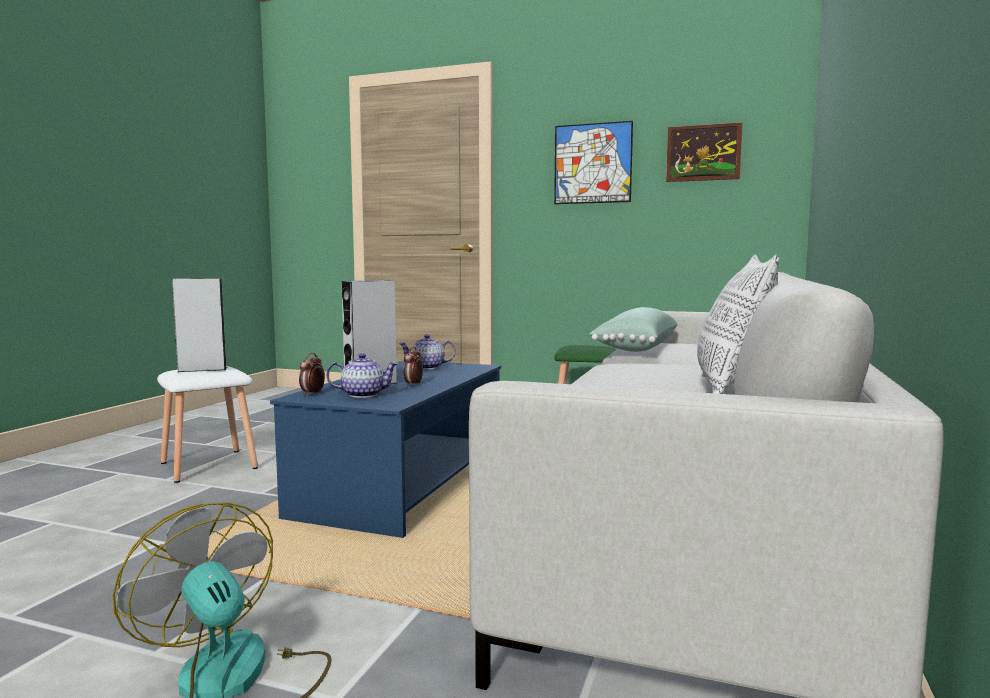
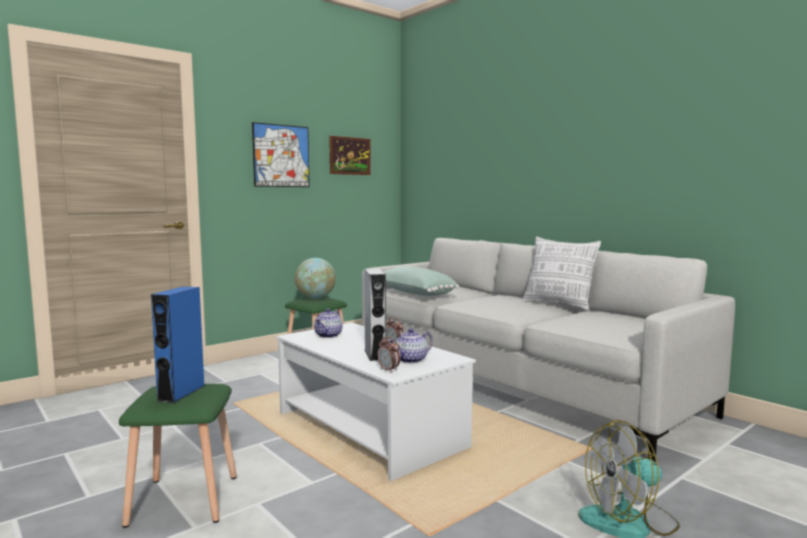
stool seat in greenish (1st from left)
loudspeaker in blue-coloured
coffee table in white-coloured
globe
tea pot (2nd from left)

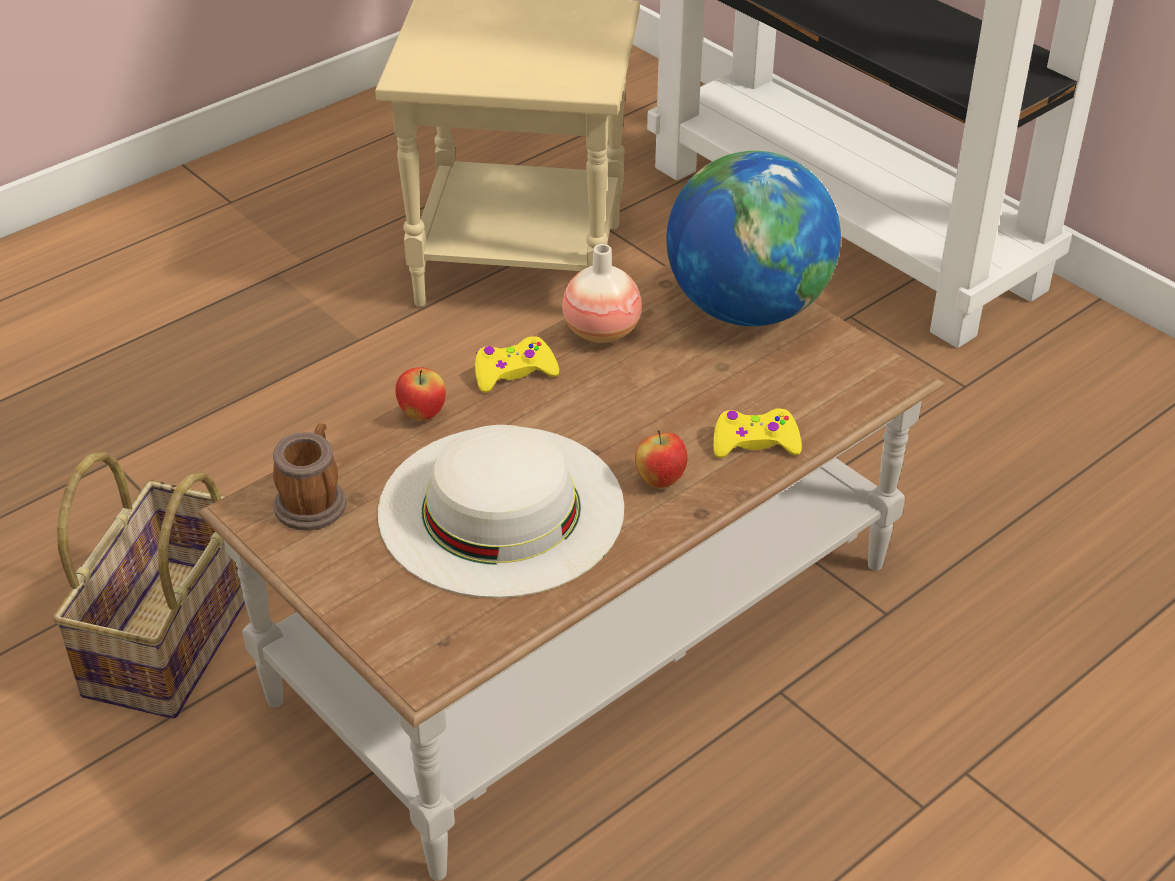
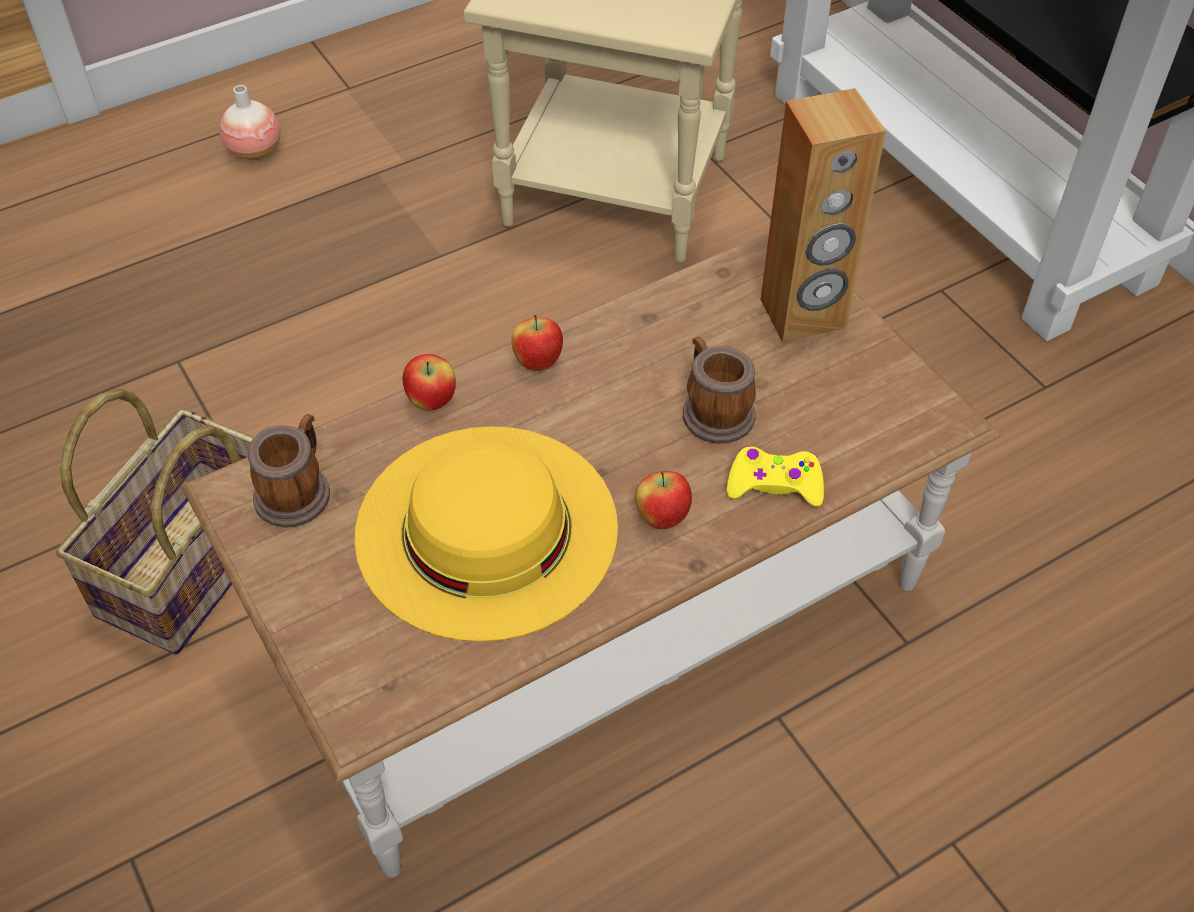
vase
hat in yellow-coloured
apple fruit (2nd from left)
tea mug (2nd from left)
loudspeaker in brown-coloured

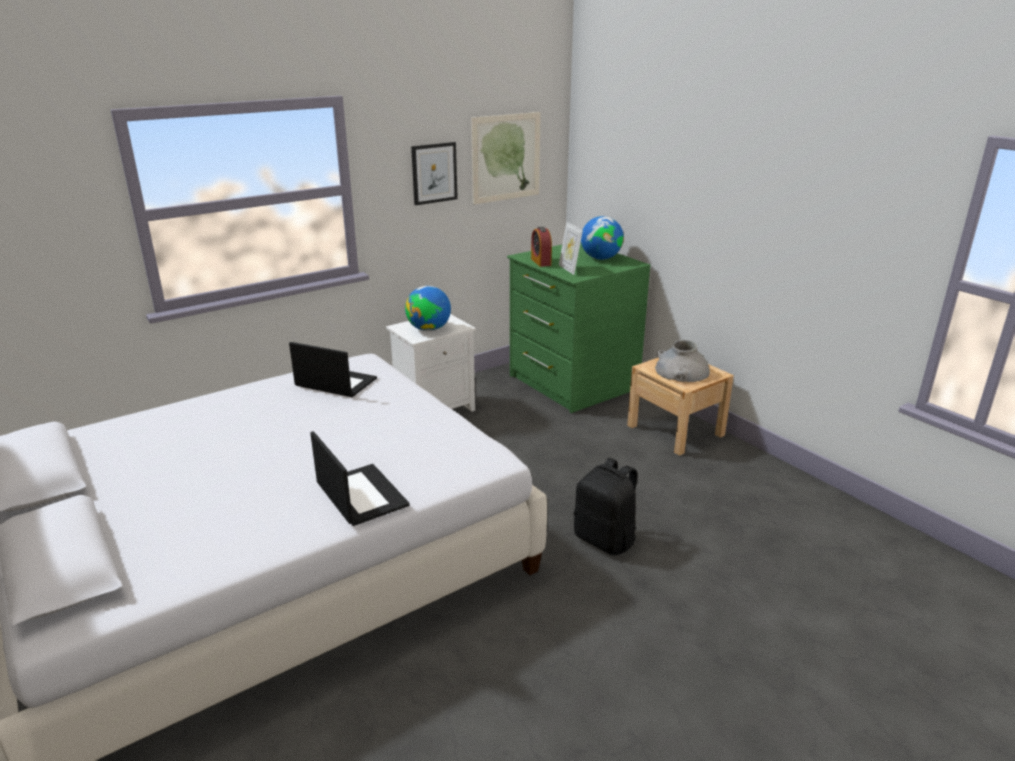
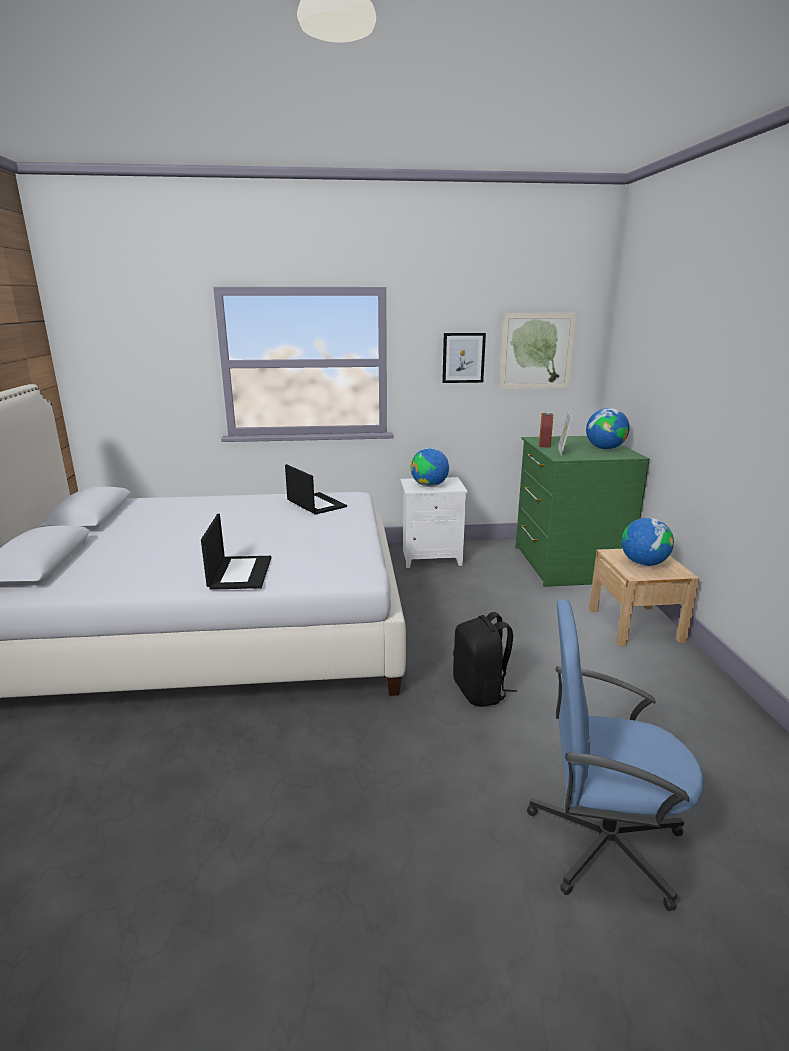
desk chair in blue-coloured
globe (3rd from left)

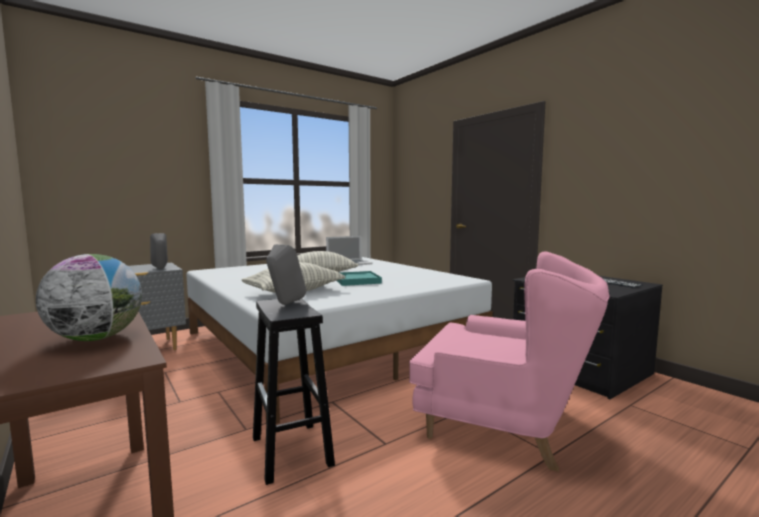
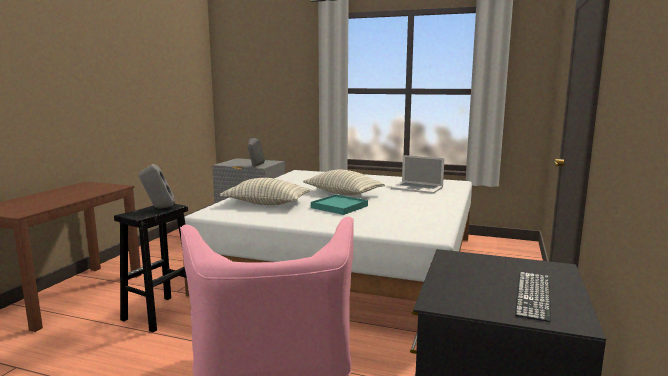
globe

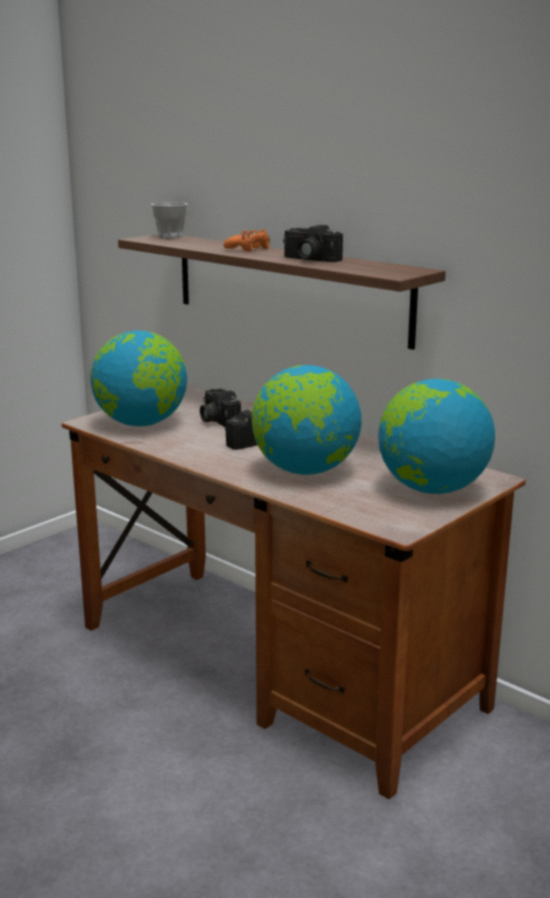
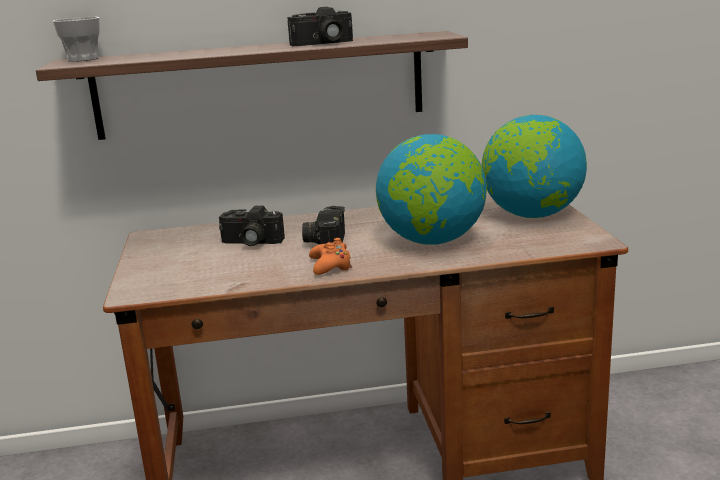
joypad in orangey
globe (1st from left in the first image)

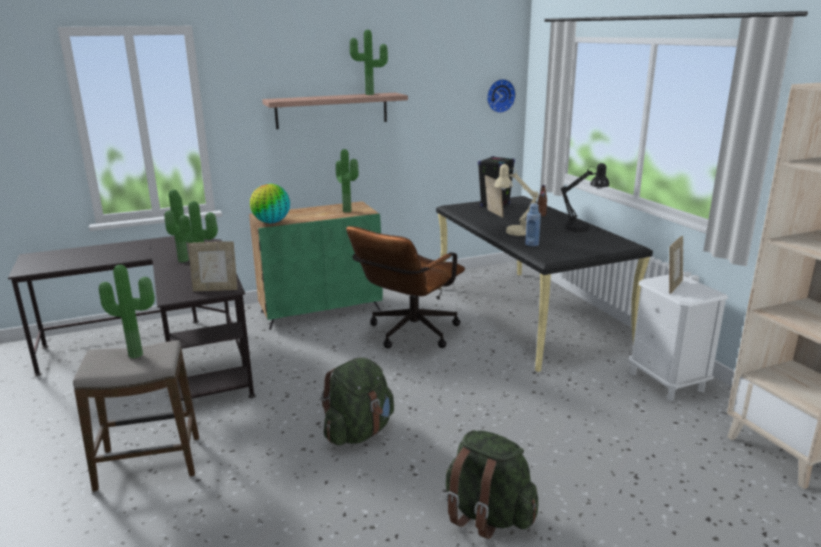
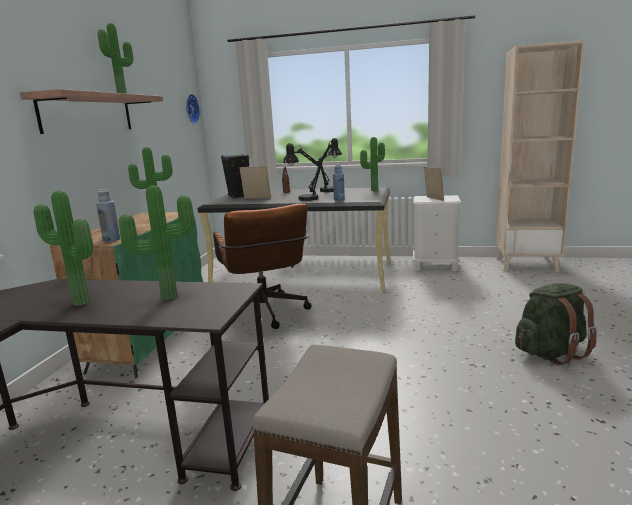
drink bottle in blue-coloured (1st from left)
lamp for a table in black (1st from left)
houseplant (5th from left)
photo frame (1st from left in the first image)
backpack in greenish (1st from left in the first image)

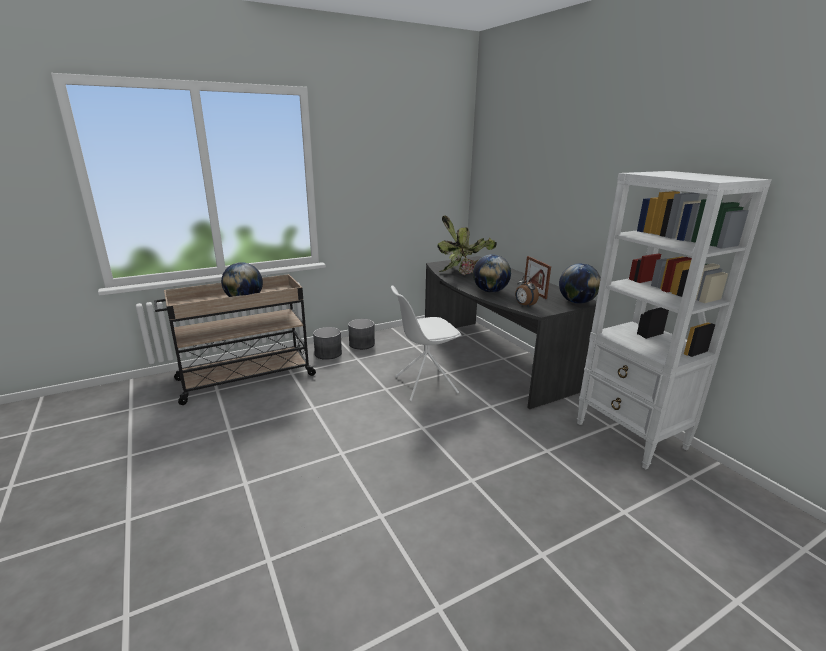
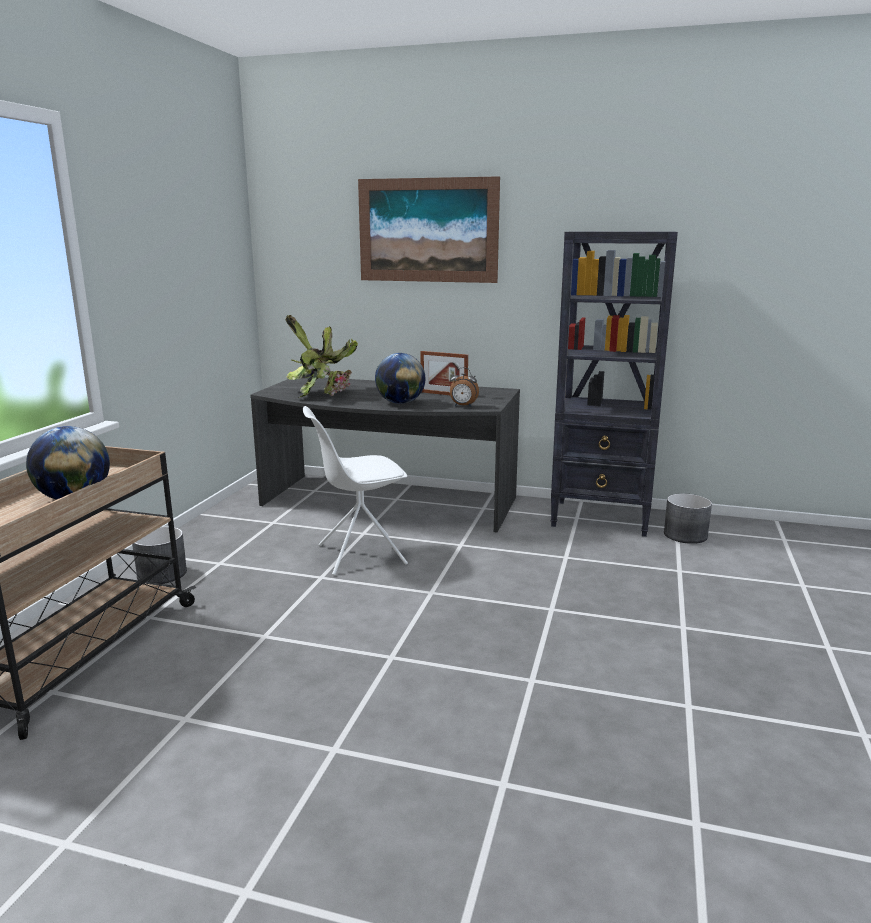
upright chair in white-coloured
wall art
bookshelf in black
plant pot in greyish (2nd from left)
globe (3rd from left in the first image)

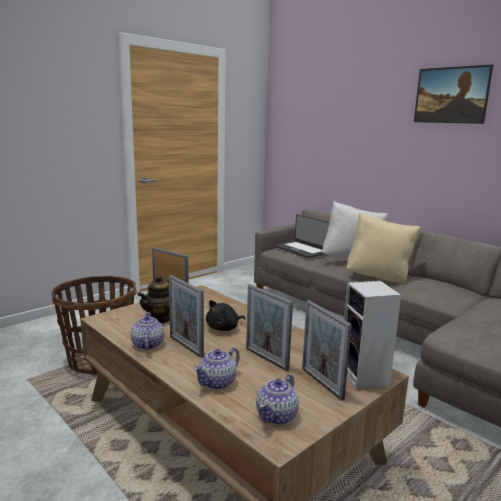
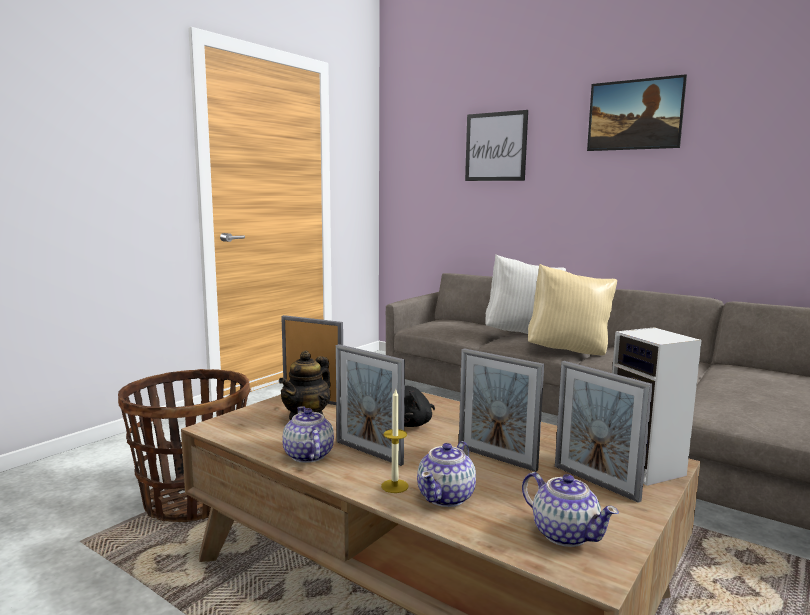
candle
wall art (1st from left)
tea pot (4th from left)
notebook computer

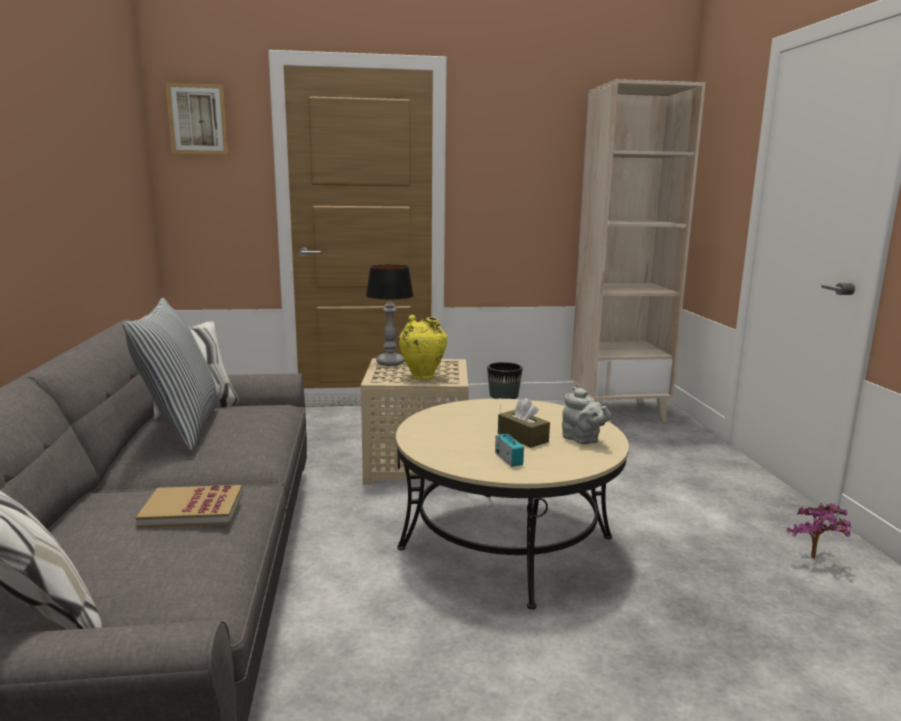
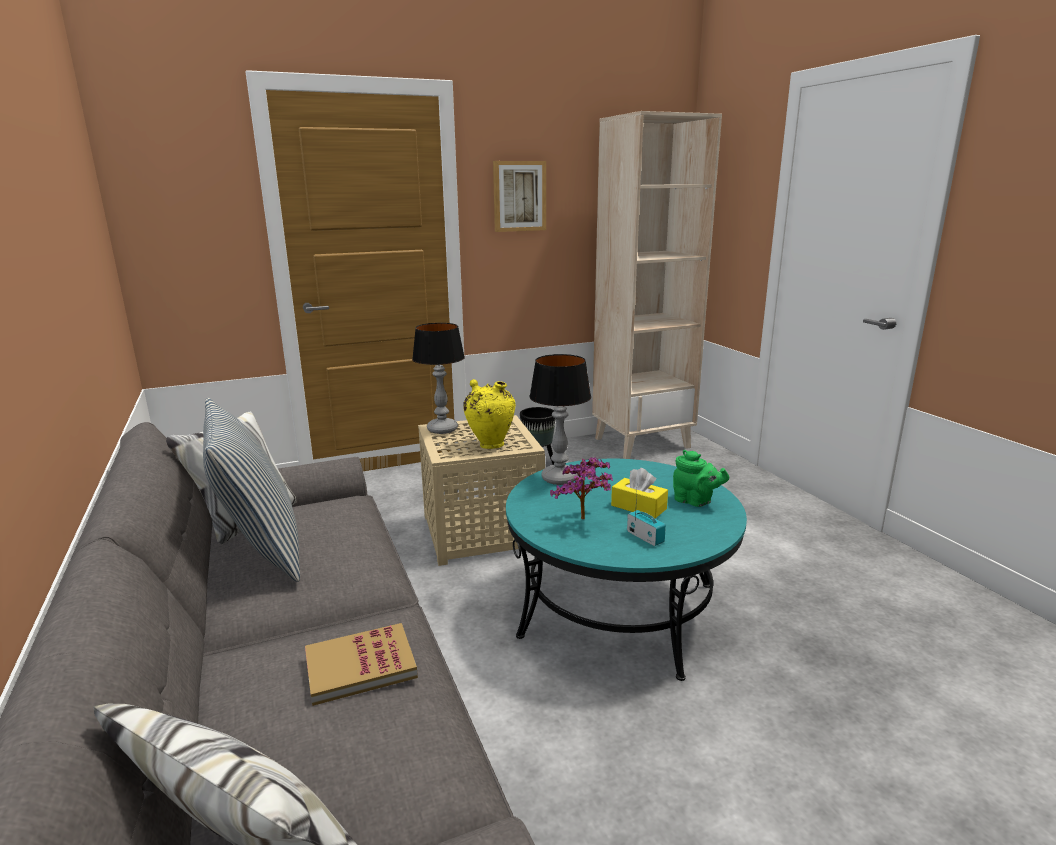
wall art
coffee table in turquoise
lamp for a table (2nd from left)
houseplant
box of tissues in yellow-coloured
tea pot in greenish

